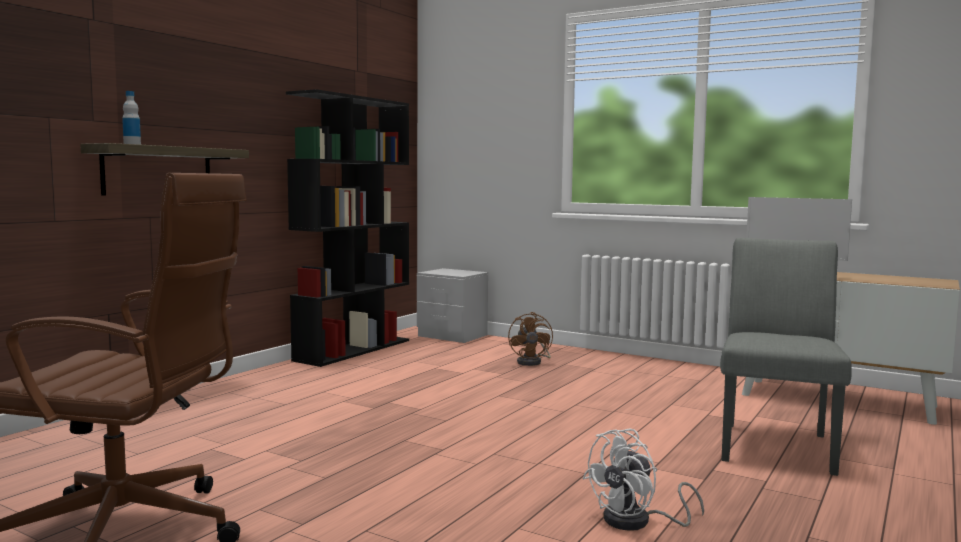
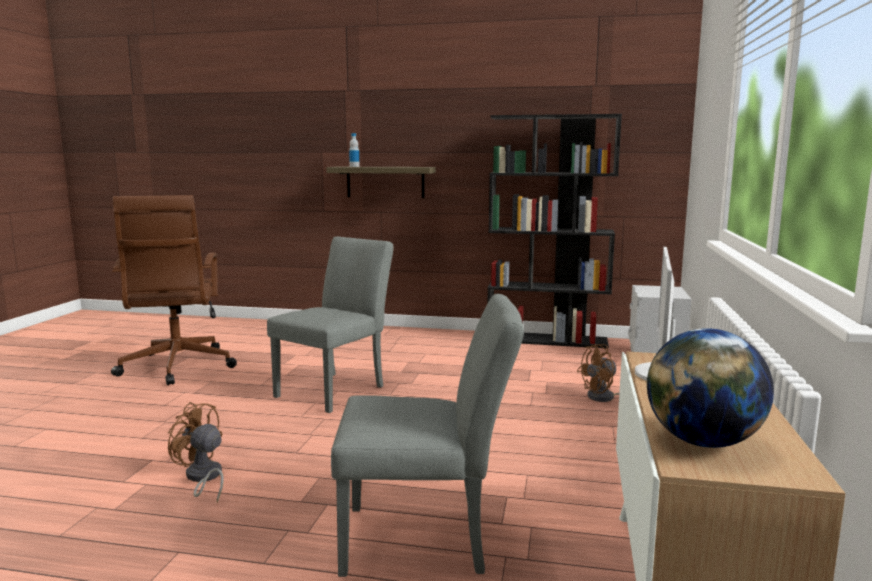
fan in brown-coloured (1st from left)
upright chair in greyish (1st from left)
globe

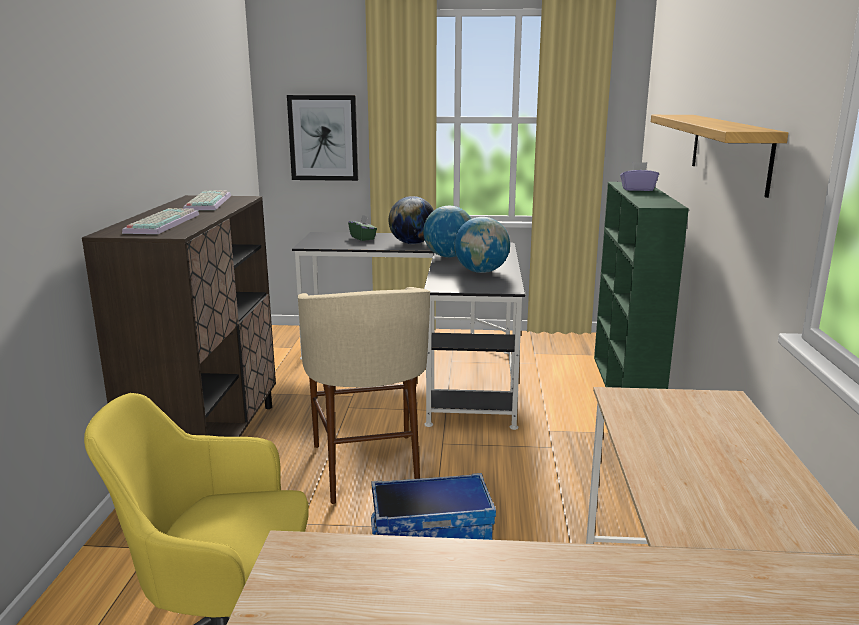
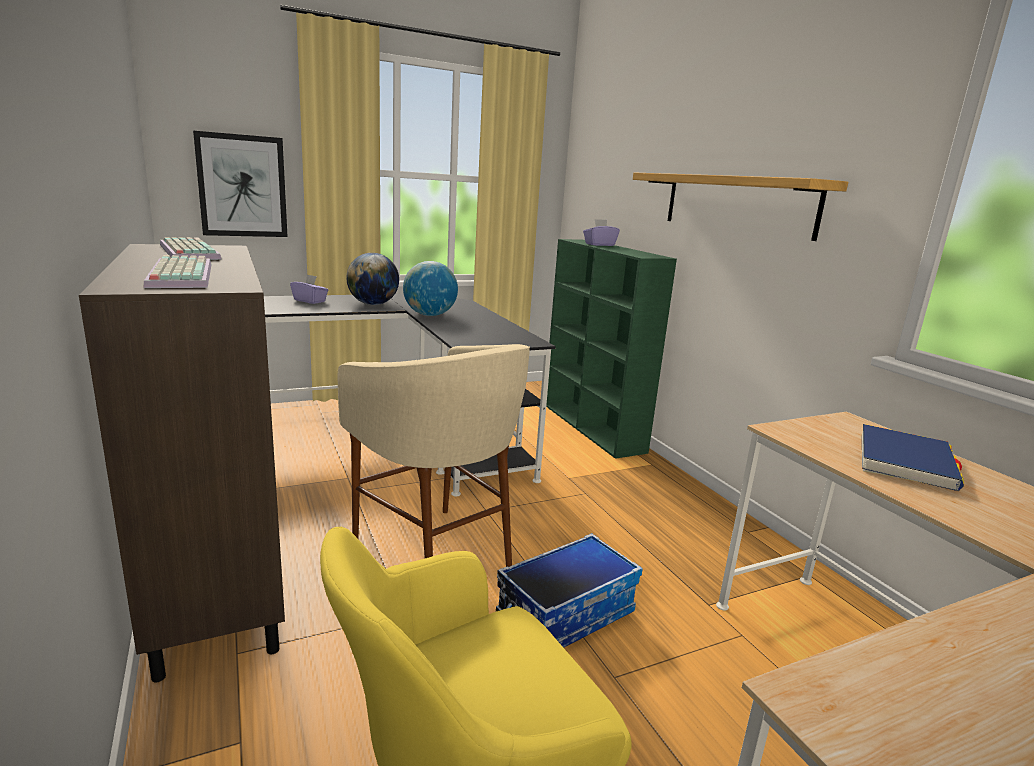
box of tissues in purple-coloured (1st from left)
bound book in blue-coloured
globe (3rd from left in the first image)

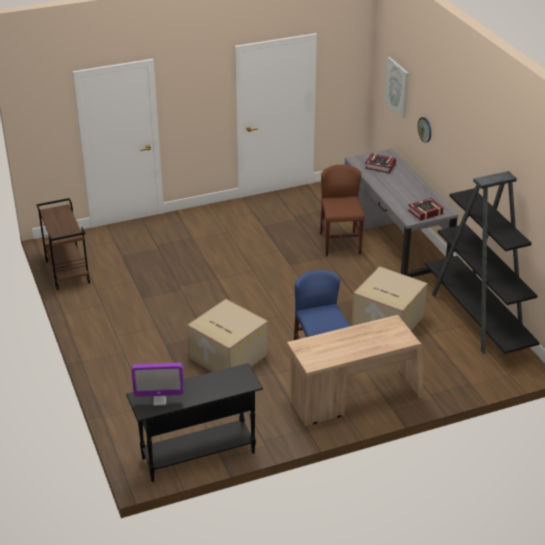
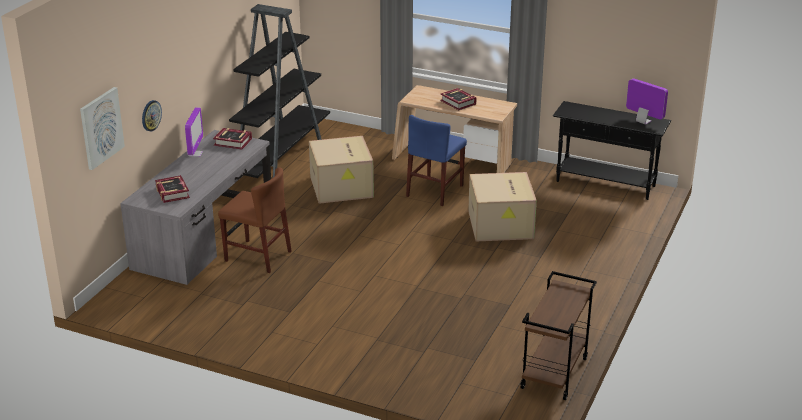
computer display (1st from left)
upright chair in brown-coloured
bound book (3rd from left)

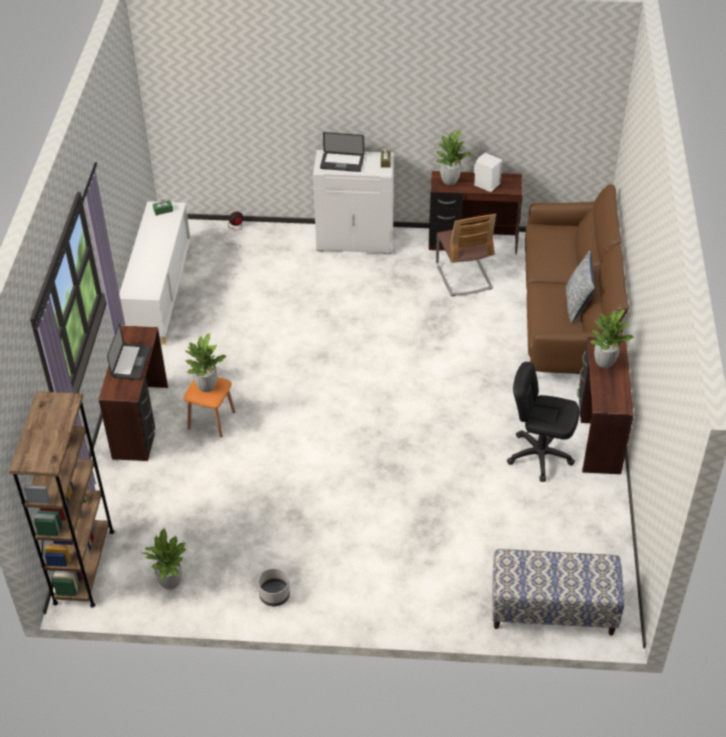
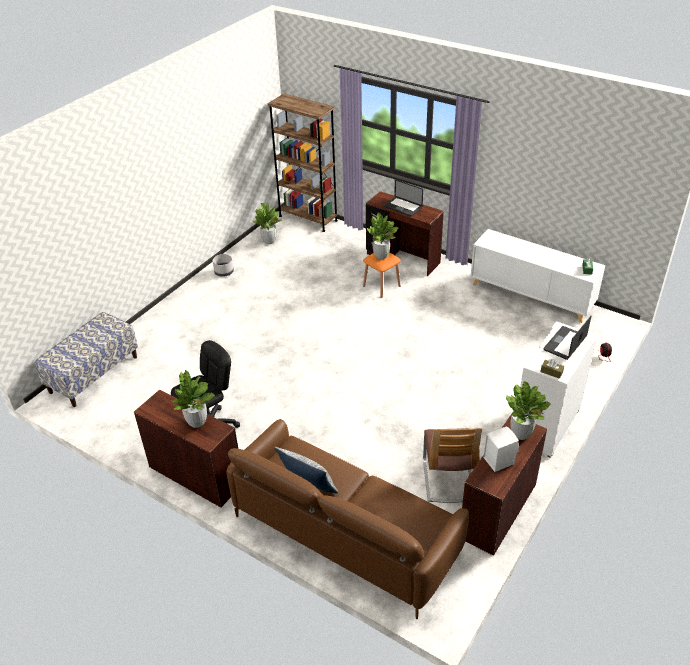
upright chair

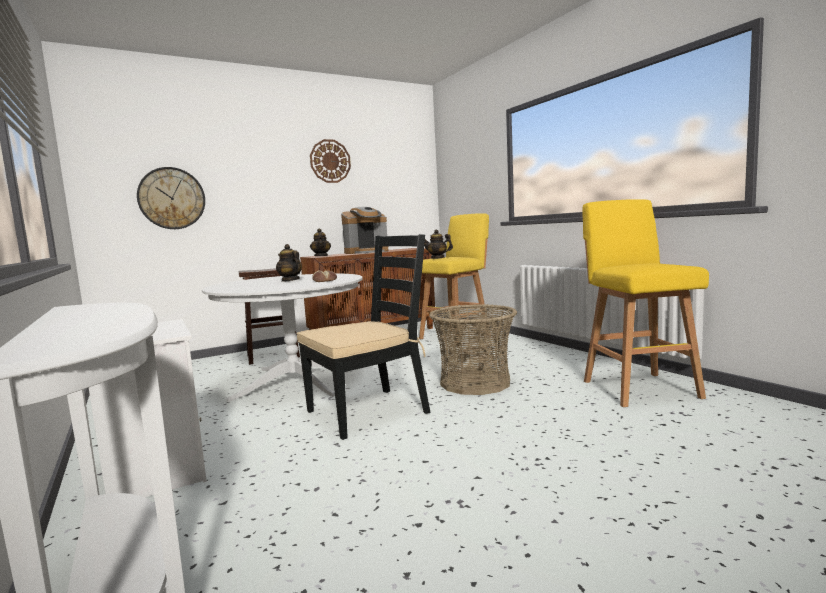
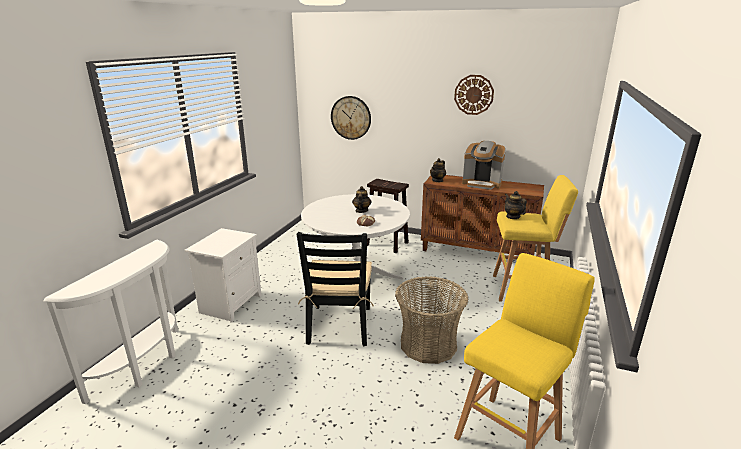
upright chair in black

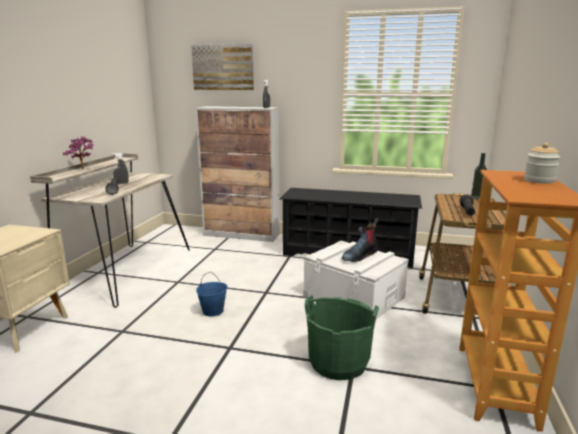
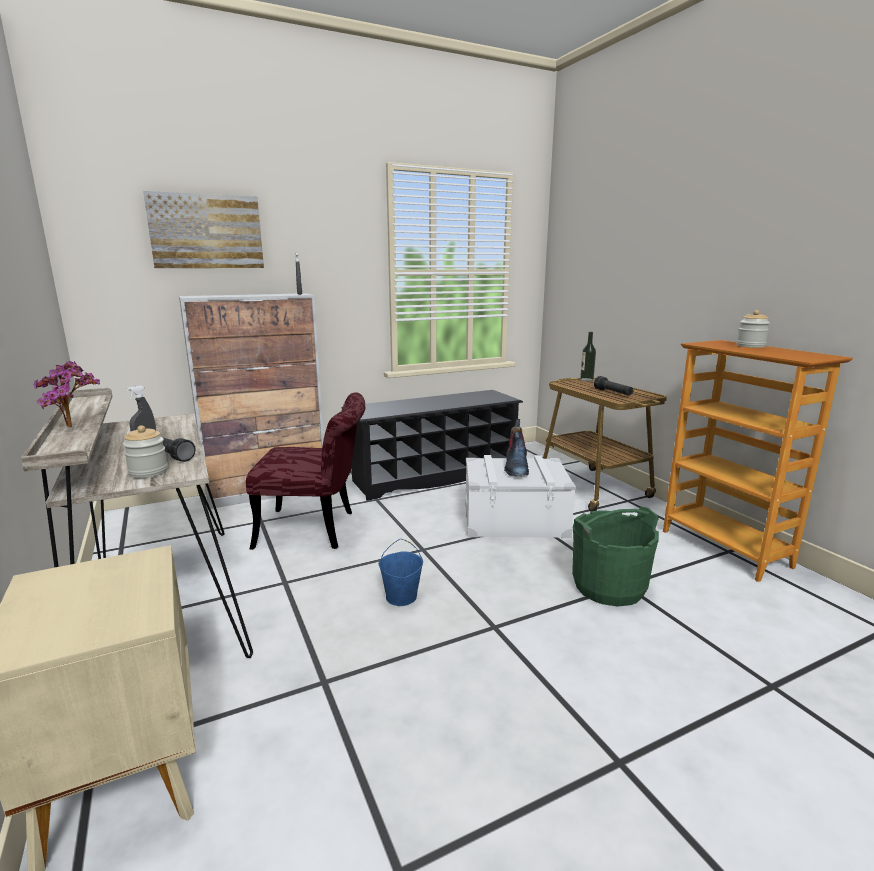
storage jar (1st from left)
upright chair in red

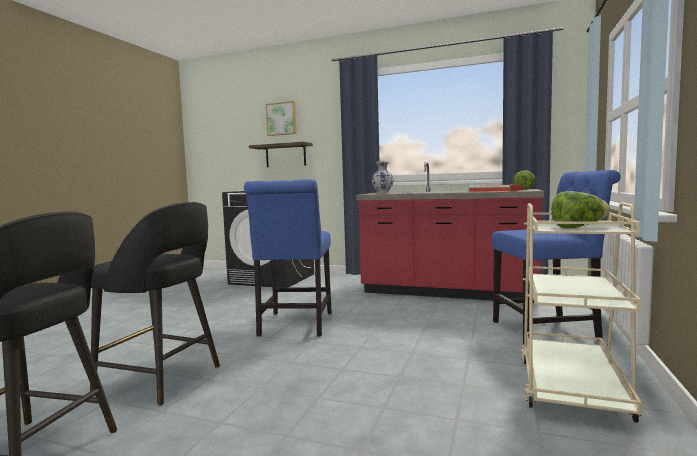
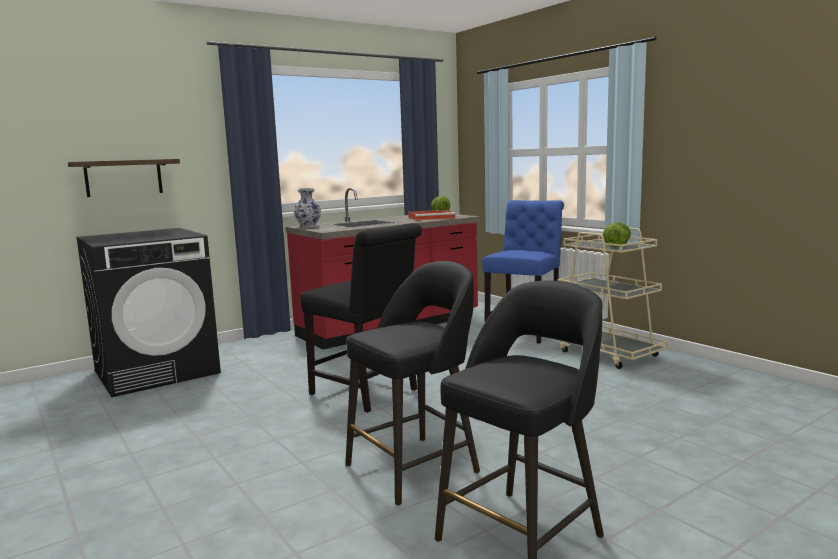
upright chair in black
wall art

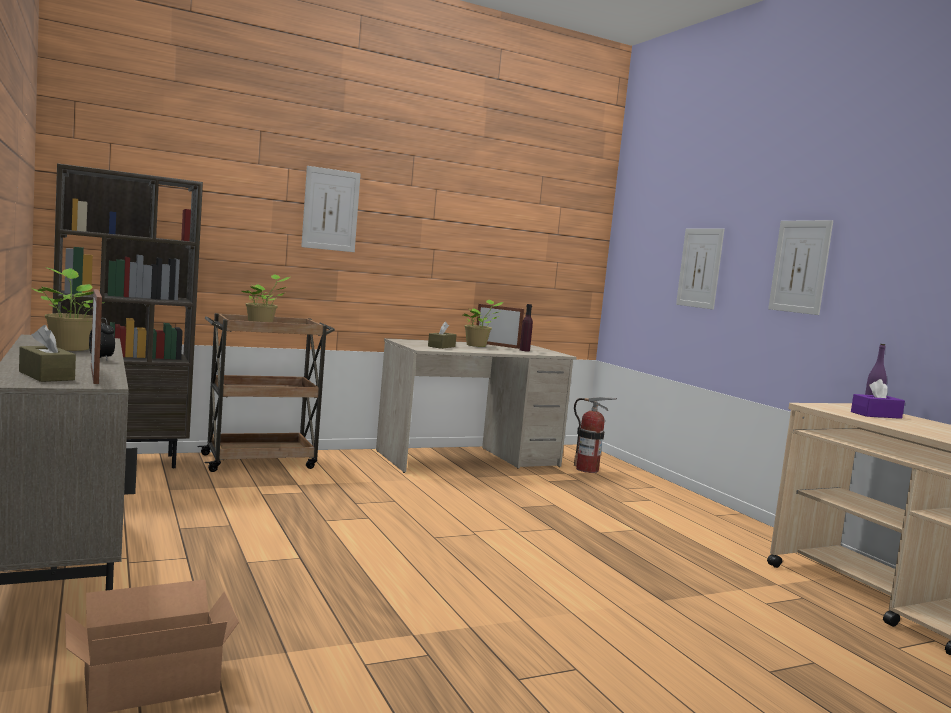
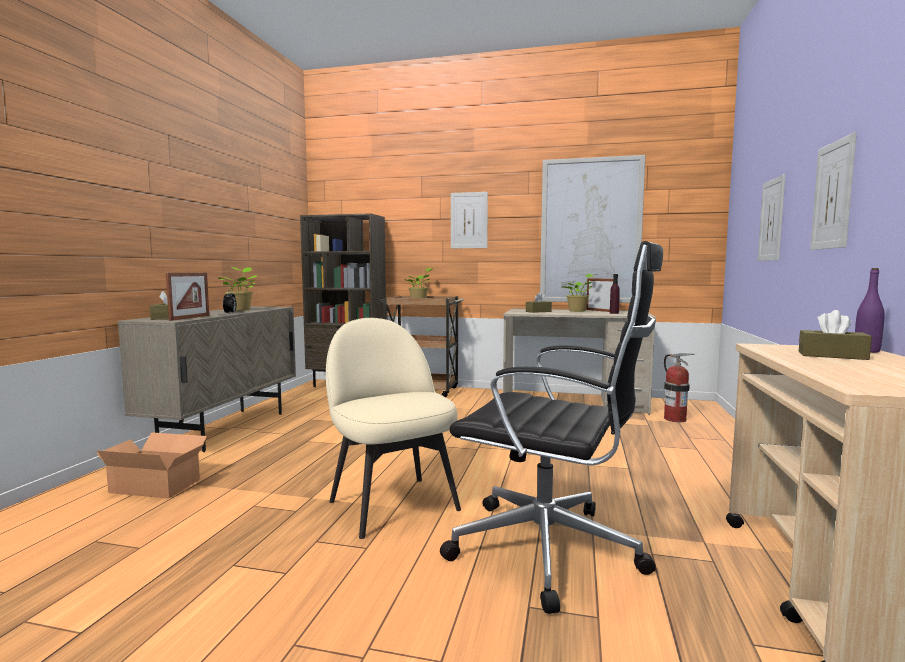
upright chair in beige
desk chair in black
wall art (2nd from left)
box of tissues in brown-coloured (3rd from left)

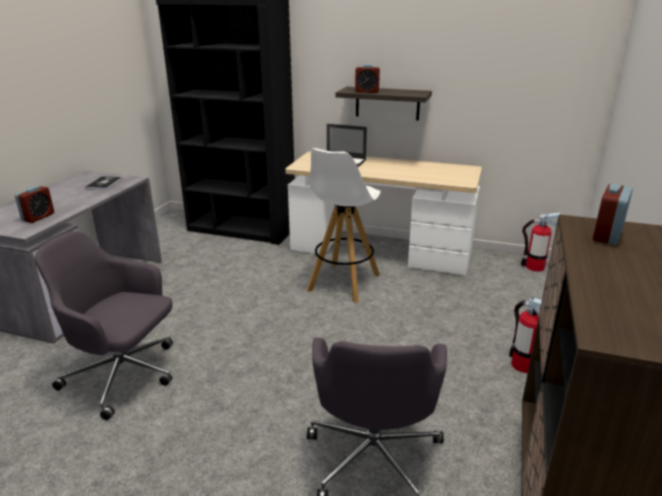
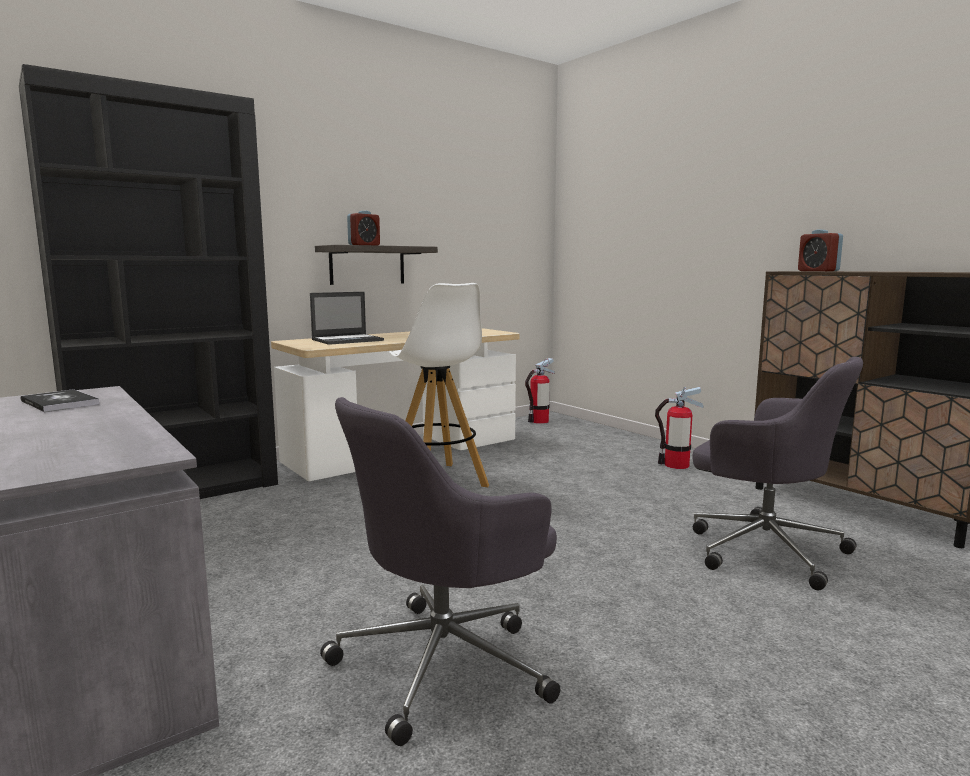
bedside clock (1st from left in the first image)

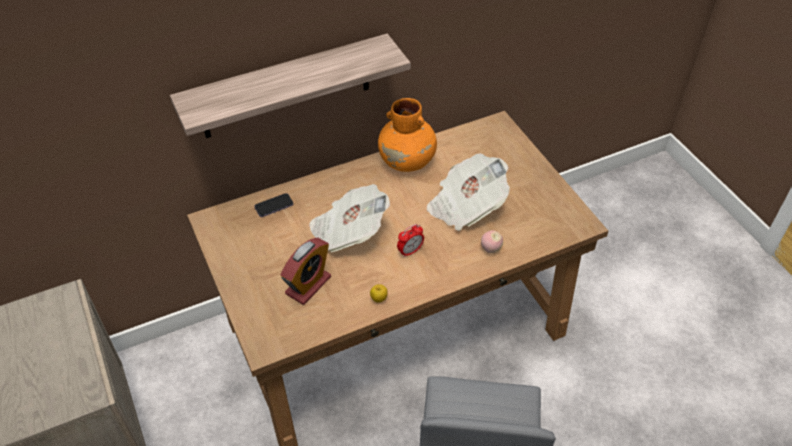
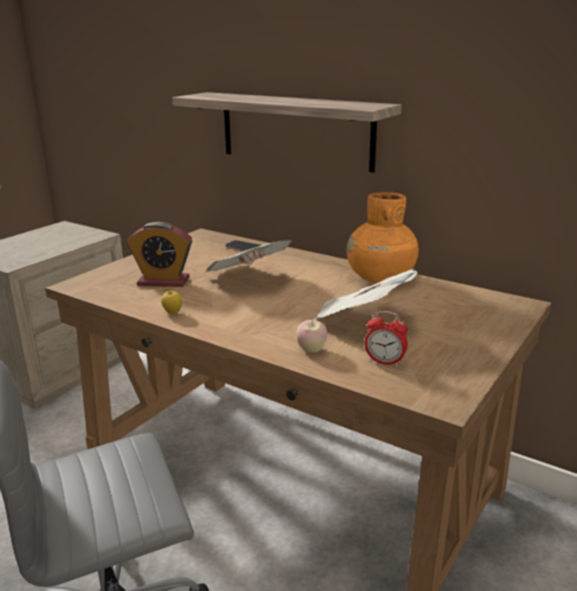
bedside clock (2nd from left)

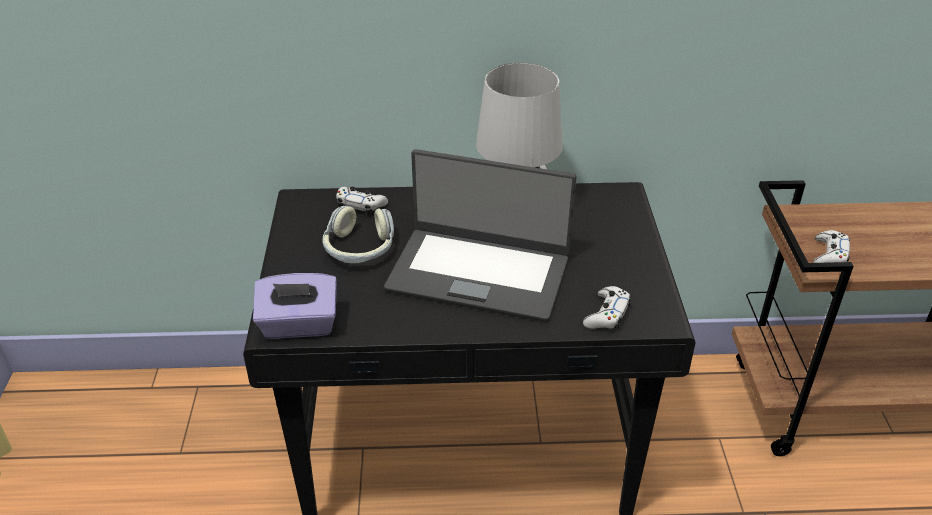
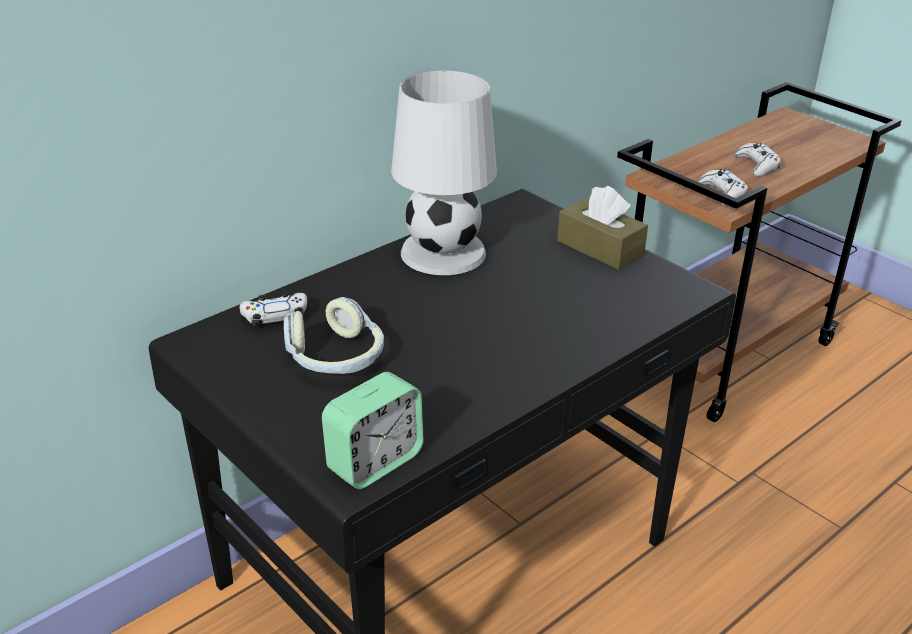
bedside clock
box of tissues in brown-coloured
joypad in white-coloured (3rd from left)
notebook computer

